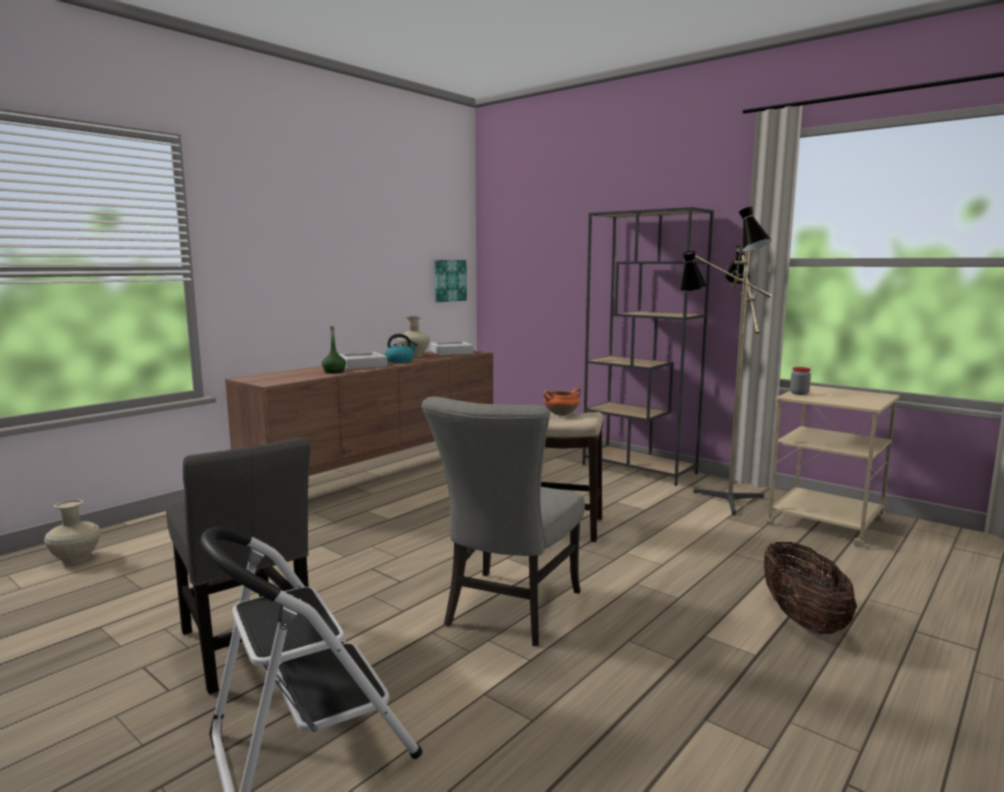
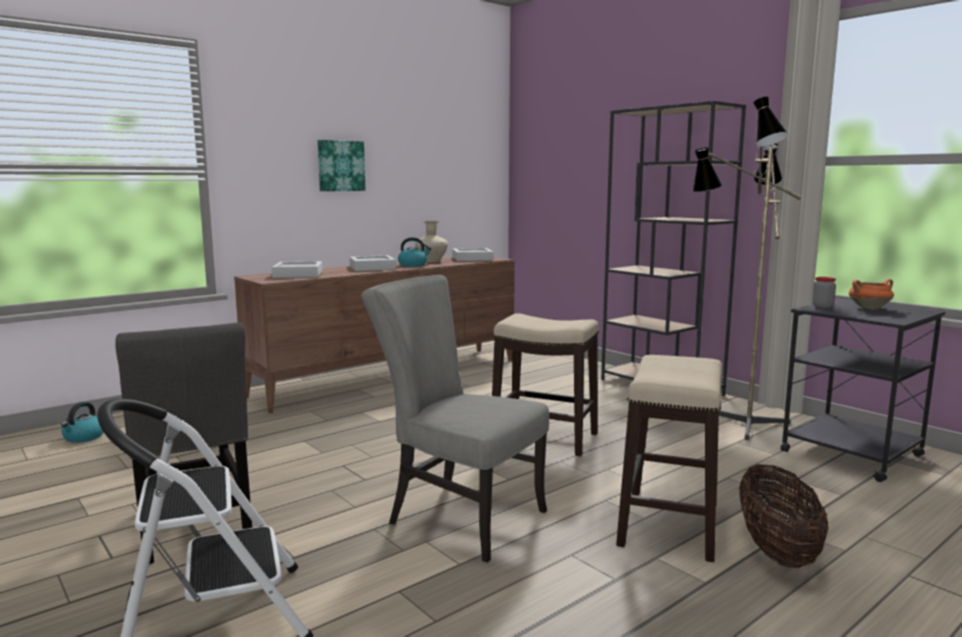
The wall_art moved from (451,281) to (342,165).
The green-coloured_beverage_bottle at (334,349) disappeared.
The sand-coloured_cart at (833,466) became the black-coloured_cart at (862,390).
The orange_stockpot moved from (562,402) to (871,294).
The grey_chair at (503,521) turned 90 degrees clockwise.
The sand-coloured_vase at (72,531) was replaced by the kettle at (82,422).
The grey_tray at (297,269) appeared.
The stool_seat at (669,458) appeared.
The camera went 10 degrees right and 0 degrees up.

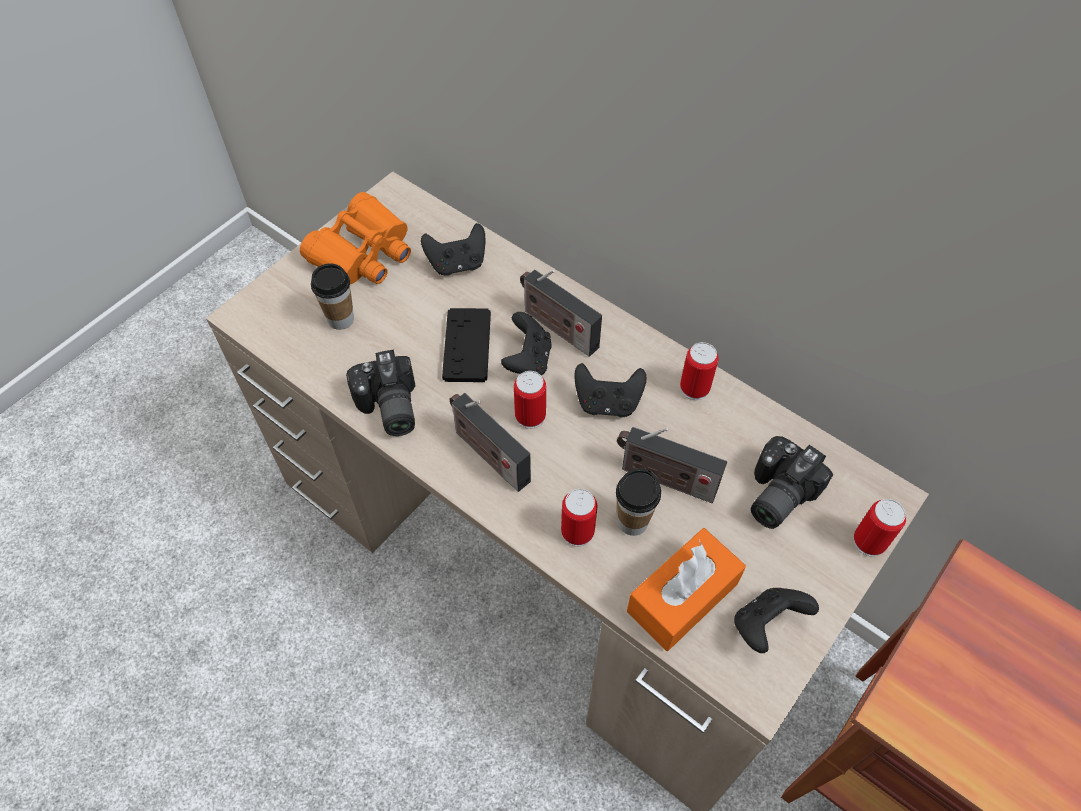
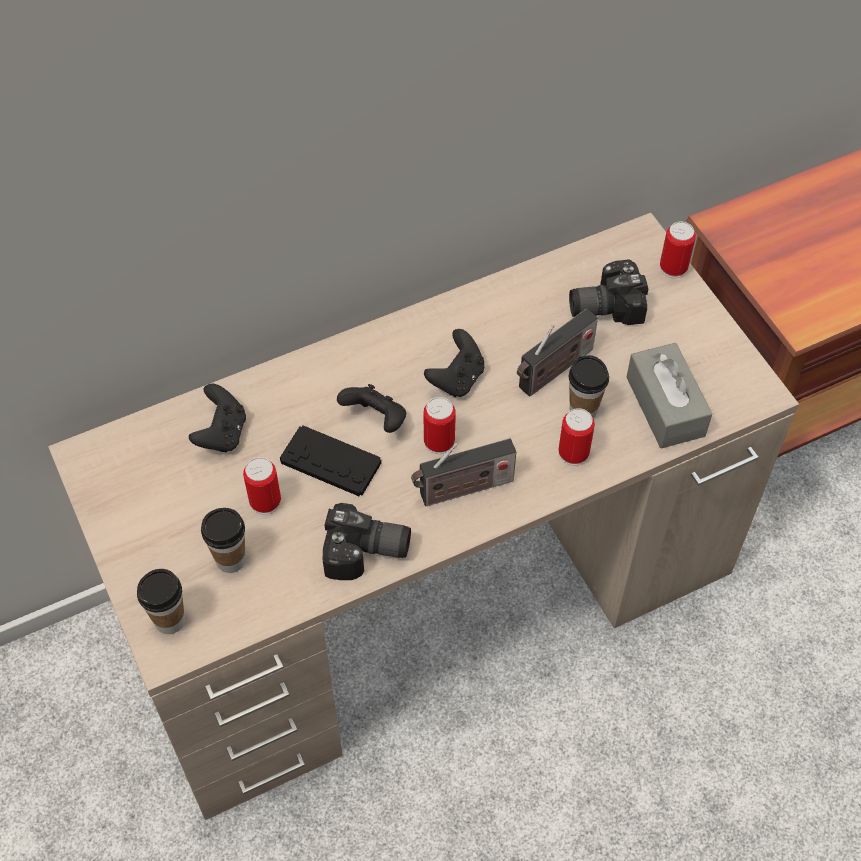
The orange_pair_of_binoculars at (355,238) disappeared.
The radio_set at (561,313) disappeared.
The sealed_can moved from (699,371) to (262,486).
The still_camera at (792,482) turned 105 degrees clockwise.
The orange_tissue_holder at (686,589) became the grey_tissue_holder at (669,396).
The black-coloured_gamepad at (776,620) disappeared.
The cup at (161,601) appeared.
The camera went 65 degrees left and 0 degrees up.

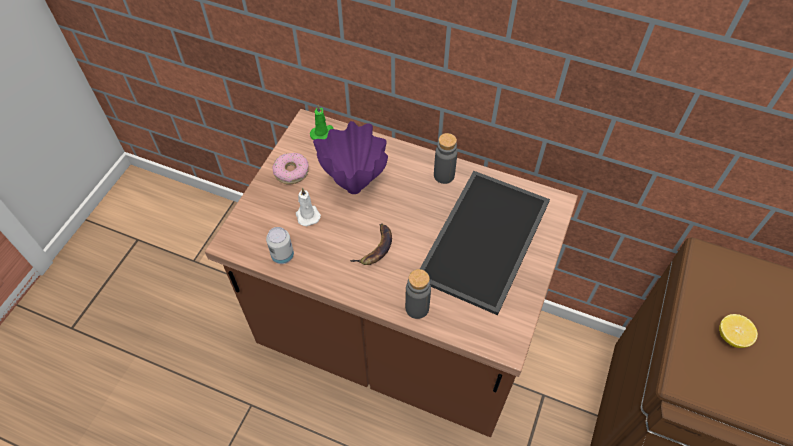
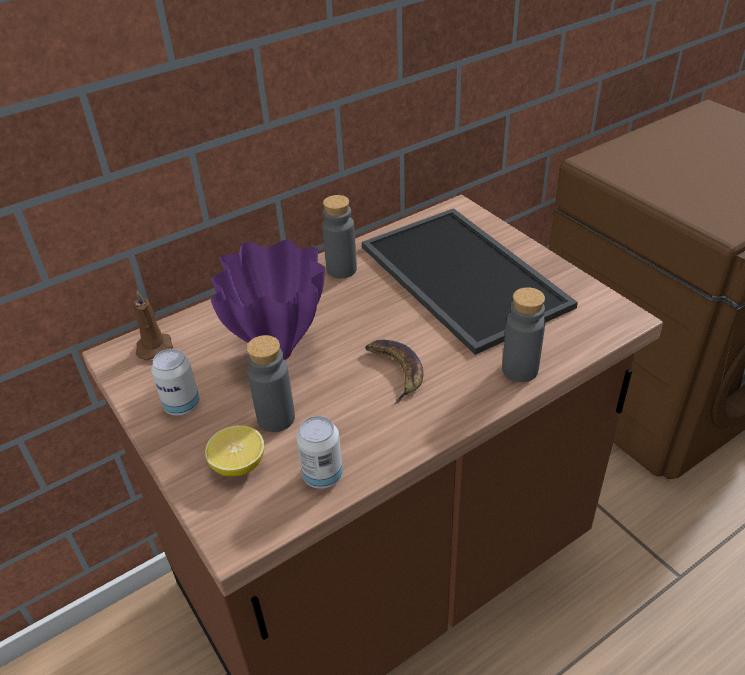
The green-coloured_wax_candle at (322,122) became the brown_wax_candle at (153,325).
The doughnut at (291,169) was replaced by the sealed_can at (175,382).
The white_wax_candle at (308,207) was replaced by the grey_beverage_bottle at (270,383).
The citrus_fruit moved from (738,331) to (234,450).
The camera went 55 degrees left and 15 degrees down.

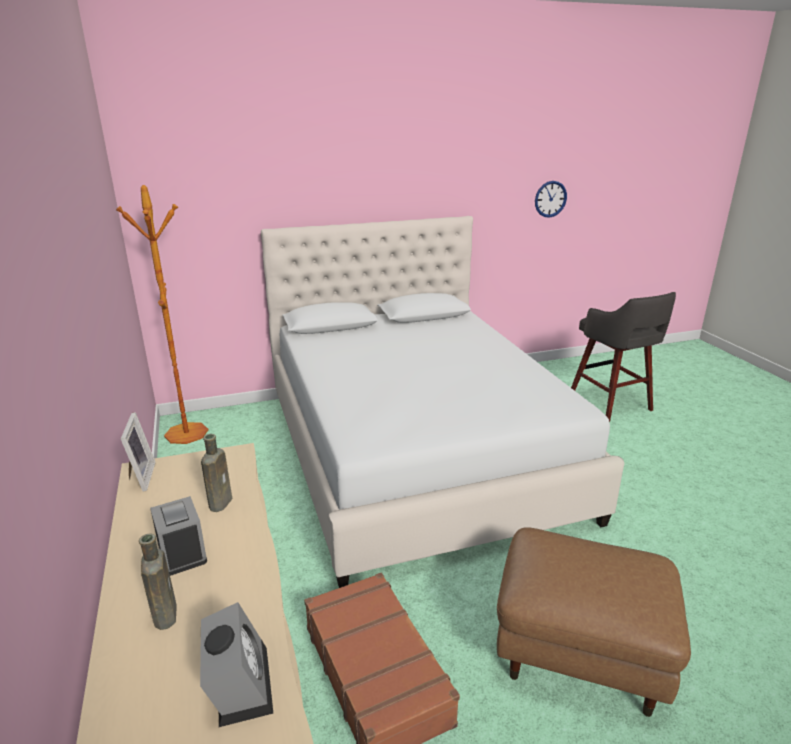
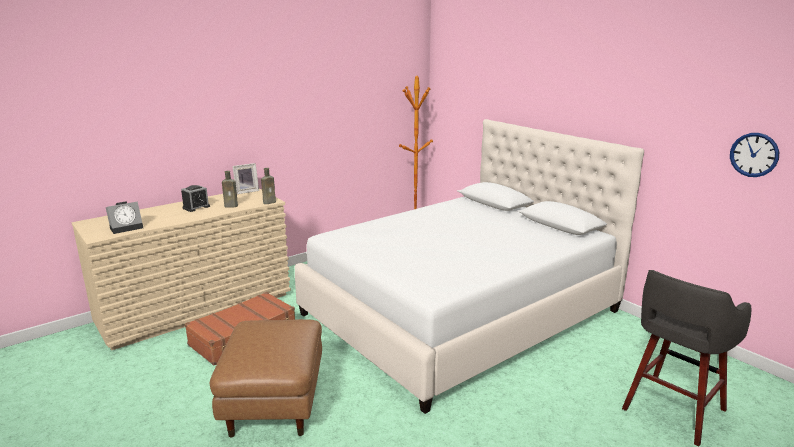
The brown_beverage_bottle moved from (157,582) to (268,186).
The camera went 70 degrees right and 5 degrees down.

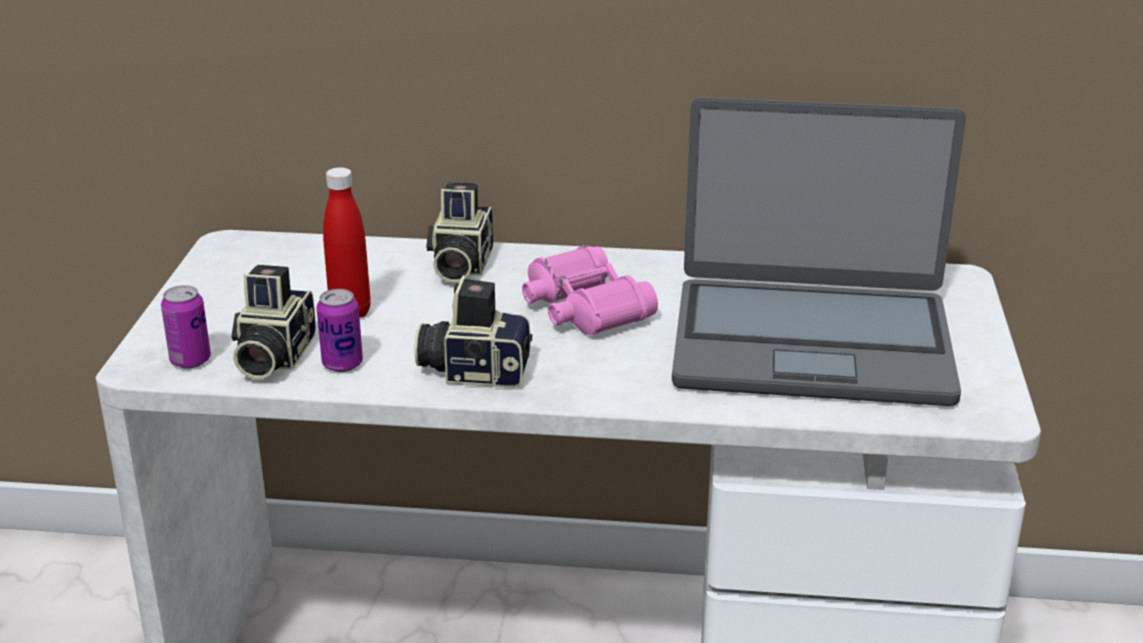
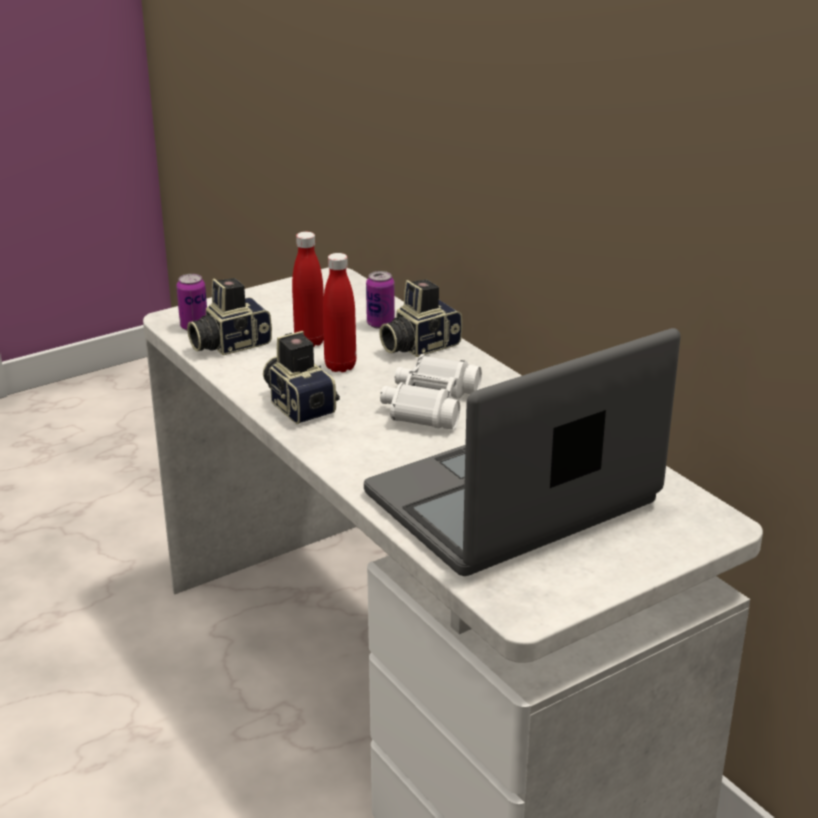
The notebook_computer at (819,251) turned 90 degrees clockwise.
The pink_pair_of_binoculars at (590,290) became the white_pair_of_binoculars at (431,391).
The sealed_can moved from (340,330) to (380,300).
The red_beverage_bottle at (339,312) appeared.
The camera went 50 degrees right and 0 degrees up.

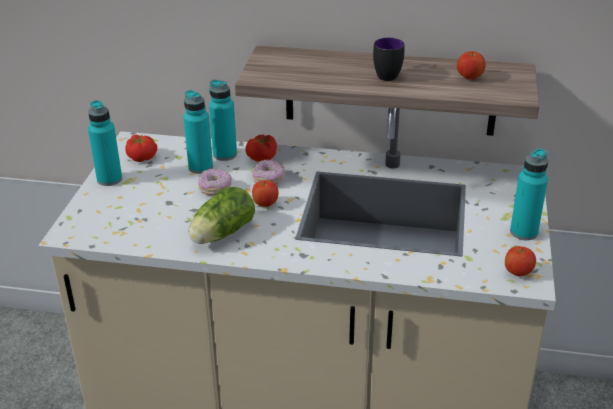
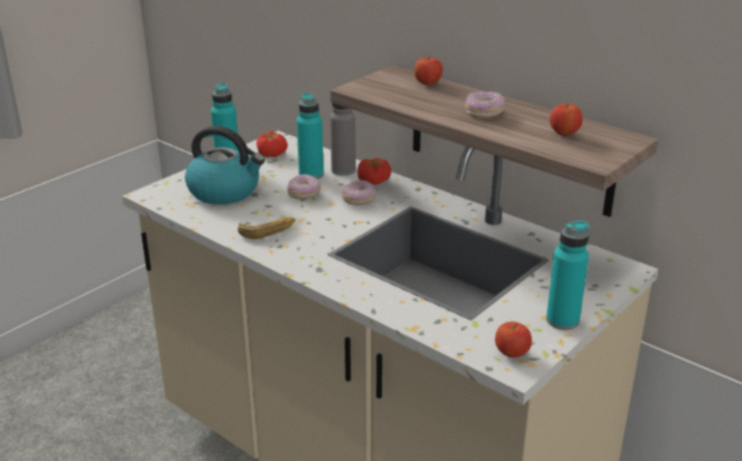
The coffee_mug at (388,59) was replaced by the doughnut at (485,105).
The turquoise_beverage_bottle at (223,120) became the grey_beverage_bottle at (343,139).
The apple_fruit moved from (265,193) to (428,71).
The head_of_lettuce at (221,215) was replaced by the whole_banana at (266,228).
The kettle at (225,165) appeared.
The camera went 30 degrees right and 5 degrees down.

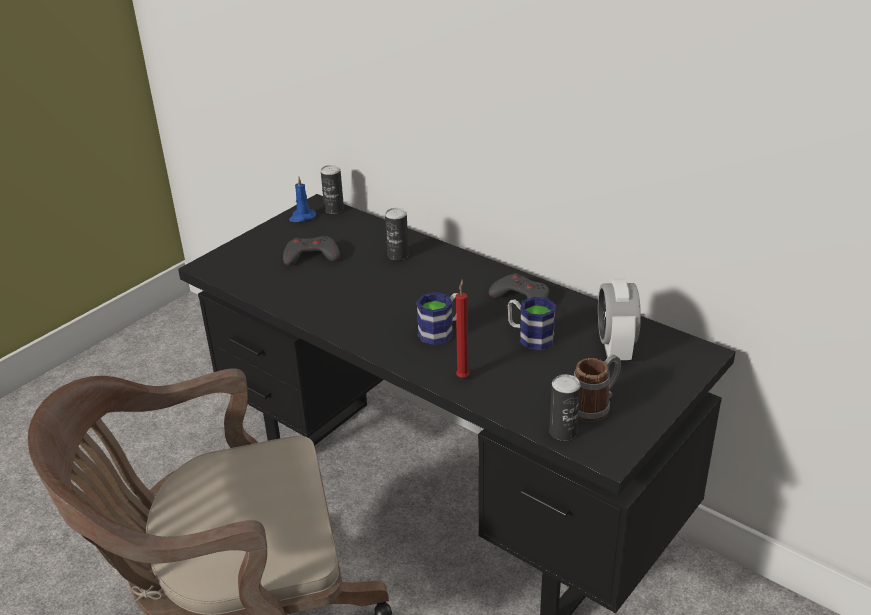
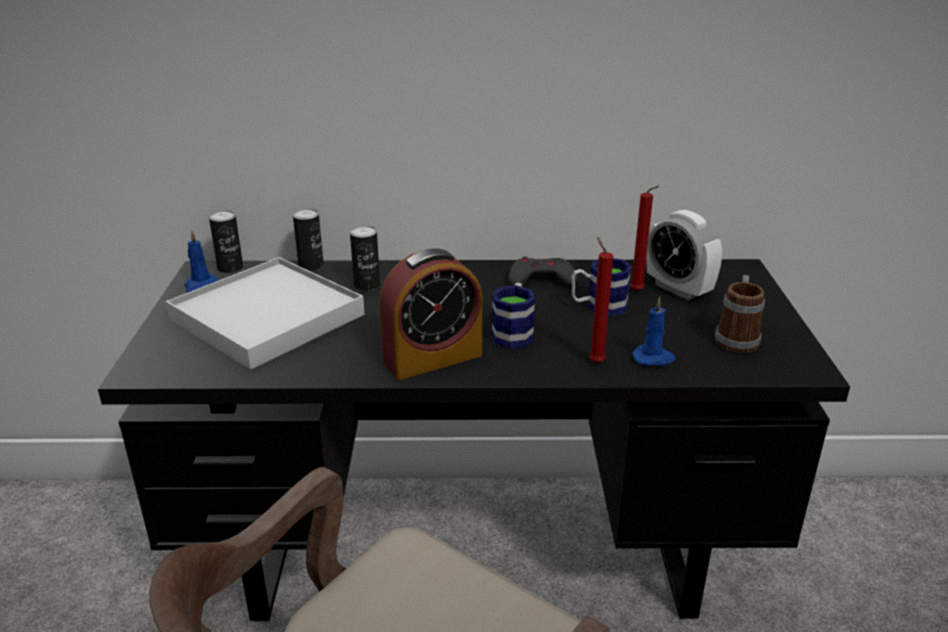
The grey_gamepad at (311,251) was replaced by the white_tray at (265,313).
The sealed_can moved from (565,407) to (308,239).
The red_wax_candle at (645,238) appeared.
The table_clock at (430,314) appeared.
The blue_wax_candle at (653,331) appeared.
The camera went 40 degrees left and 5 degrees down.

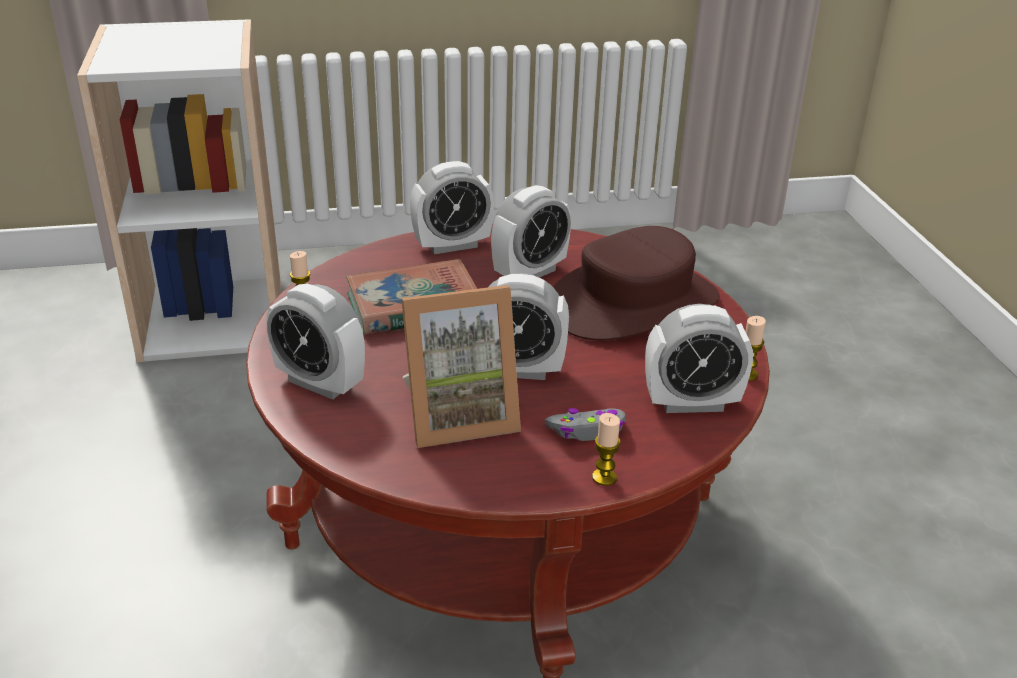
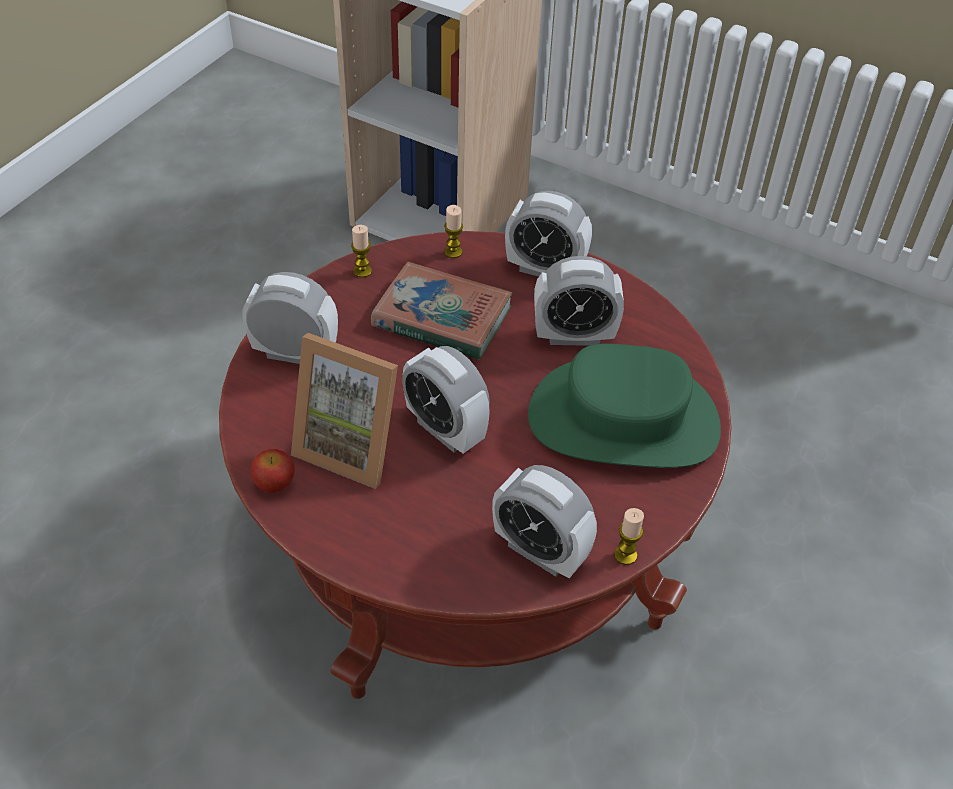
The brown_hat at (636,283) became the green-coloured_hat at (624,406).
The table_clock at (315,341) turned 120 degrees clockwise.
The grey_gamepad at (585,424) disappeared.
The wax_candle moved from (606,449) to (453,231).
The apple_fruit at (273,471) appeared.
The camera went 40 degrees right and 15 degrees up.

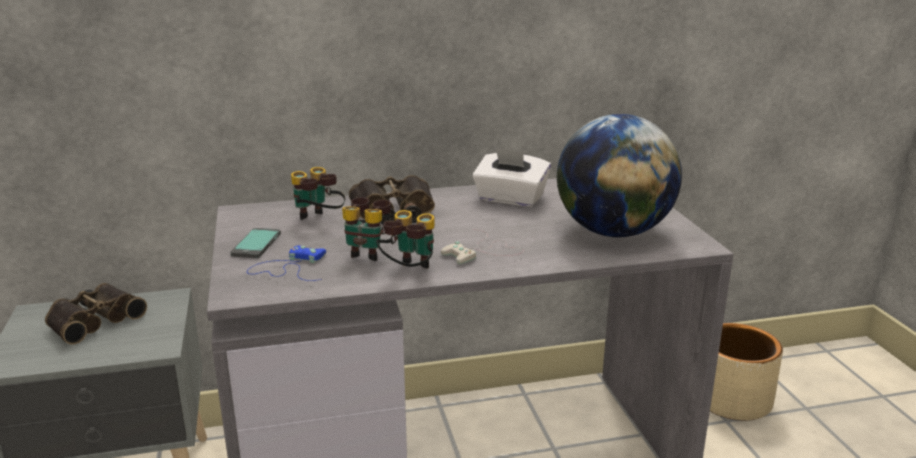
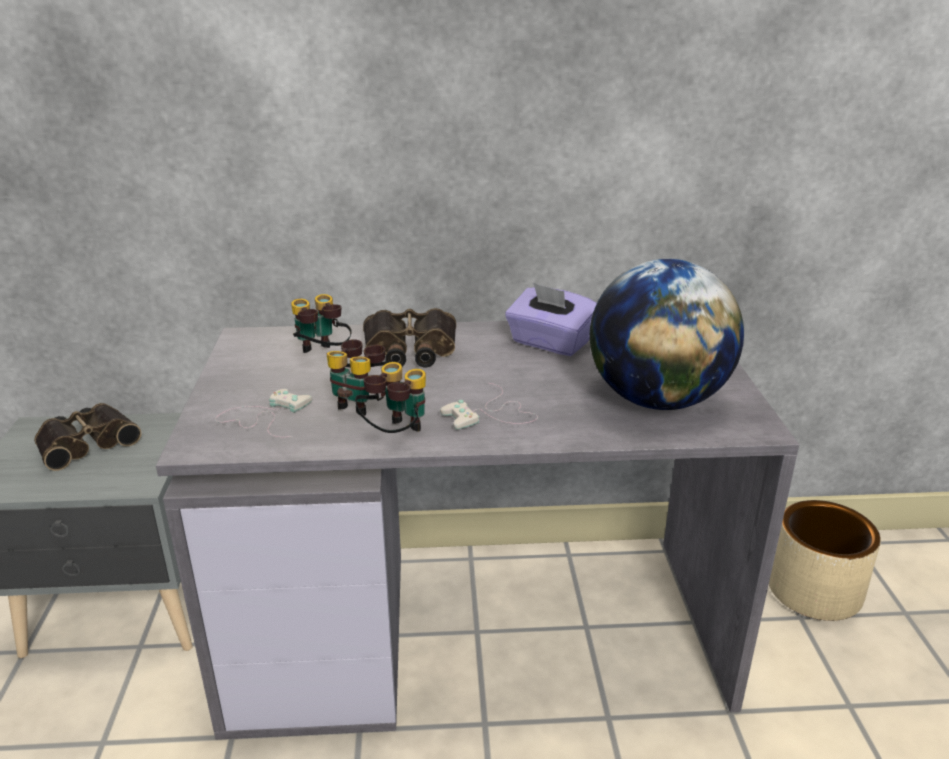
The white_tissue_holder at (512,177) became the purple-coloured_tissue_holder at (551,319).
The handset at (255,243) disappeared.
The blue_gamepad at (286,263) became the white_gamepad at (263,413).
The camera went 10 degrees right and 5 degrees up.

